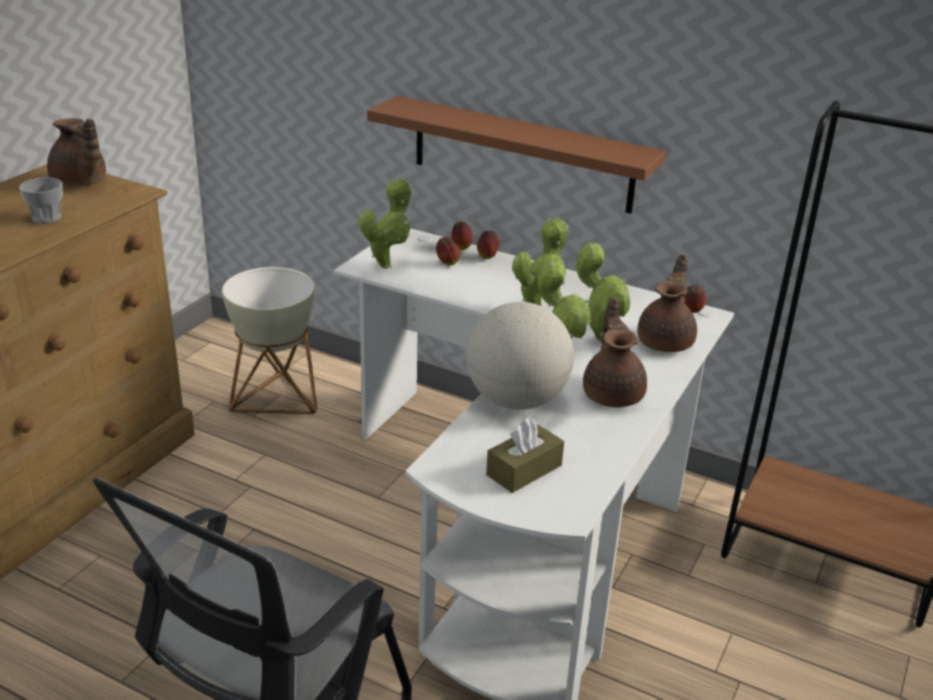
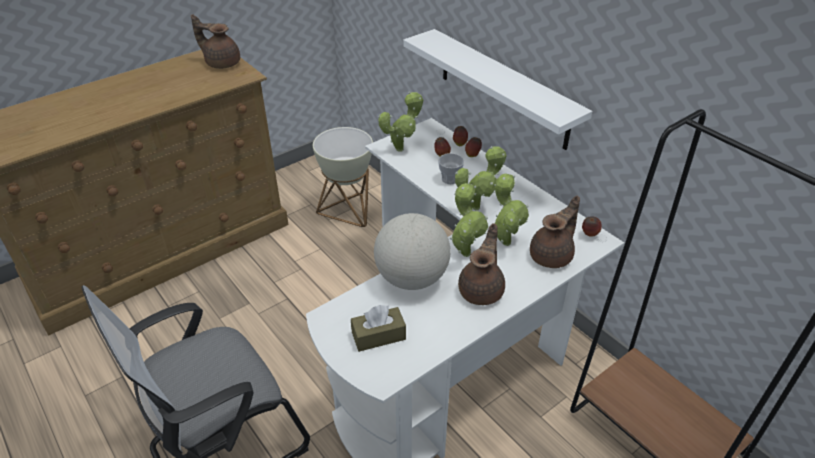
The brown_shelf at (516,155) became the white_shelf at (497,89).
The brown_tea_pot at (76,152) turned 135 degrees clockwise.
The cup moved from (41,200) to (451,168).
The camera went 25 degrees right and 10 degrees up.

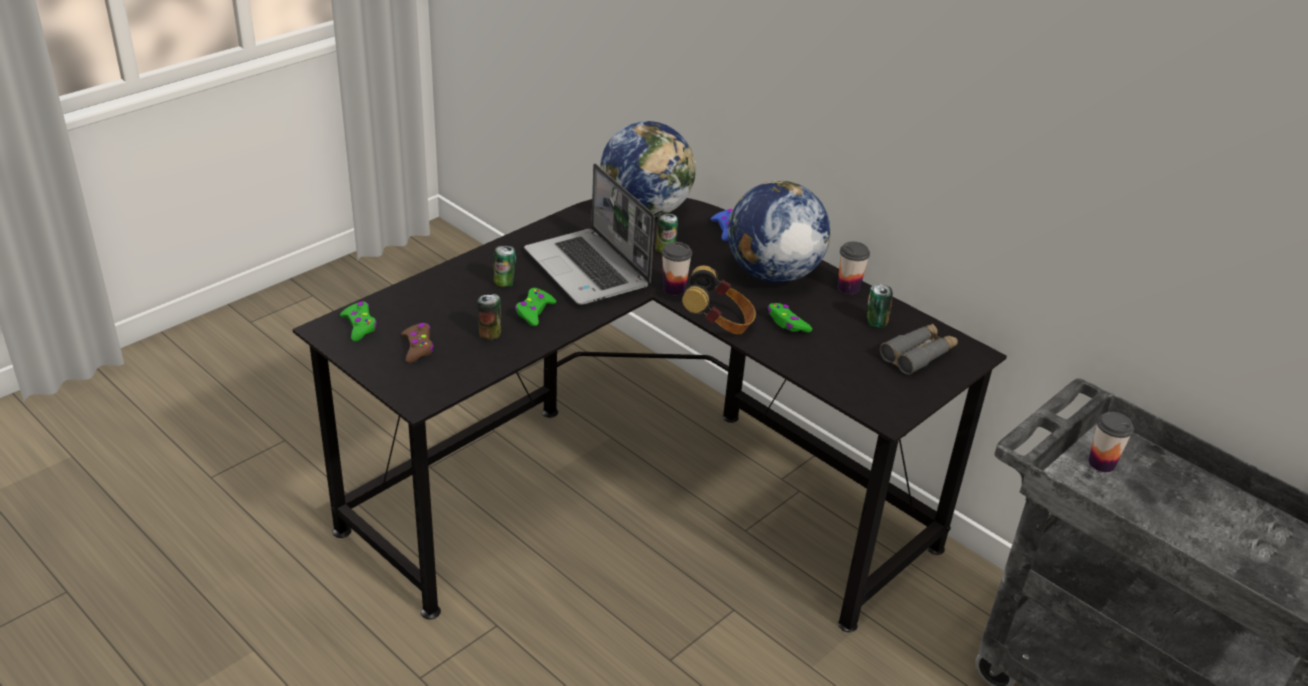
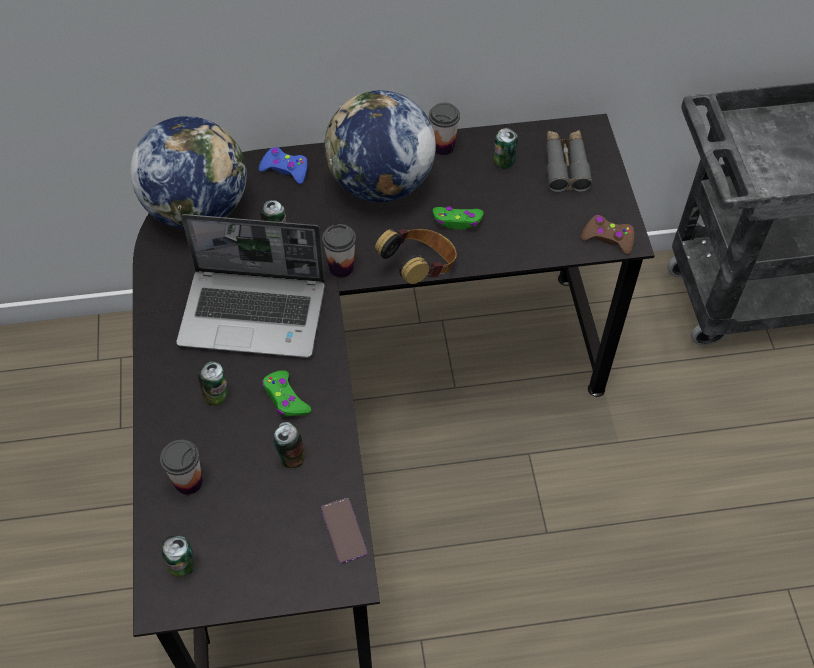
The green-coloured_gamepad at (358,322) was replaced by the sealed_can at (178,556).
The brown_gamepad moved from (417,343) to (607,235).
The cup moved from (1111,442) to (181,467).
The handset at (344,530) appeared.
The camera went 50 degrees left and 20 degrees up.

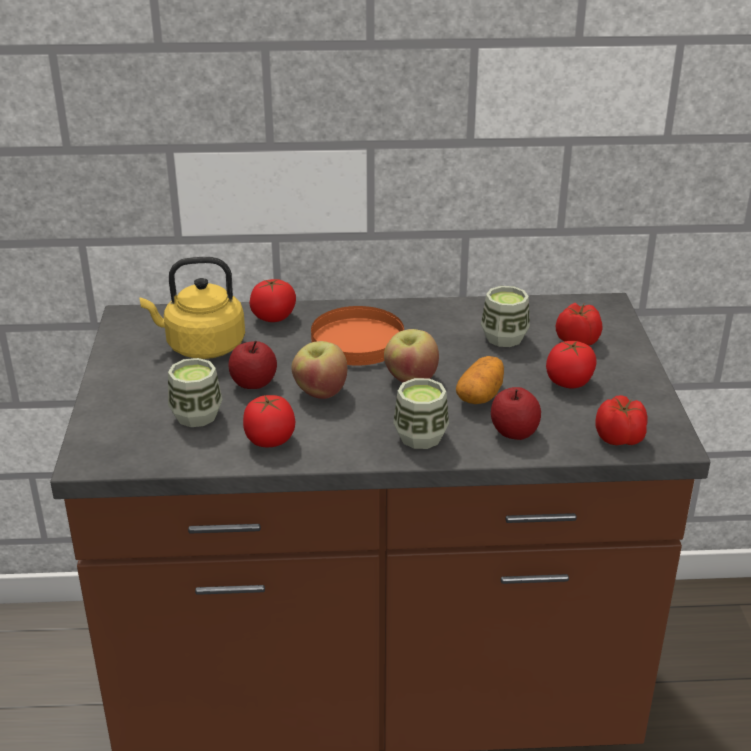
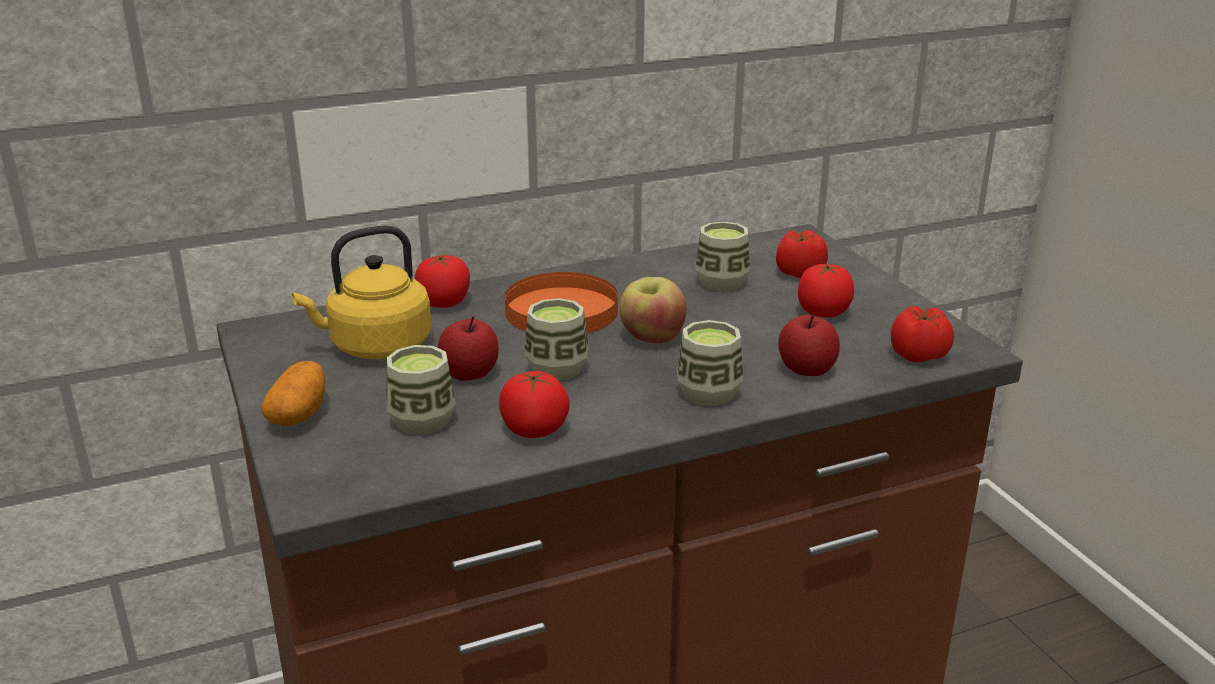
The apple_fruit at (319,370) was replaced by the cup at (556,339).
The spud moved from (480,380) to (293,393).
The camera went 20 degrees left and 5 degrees down.

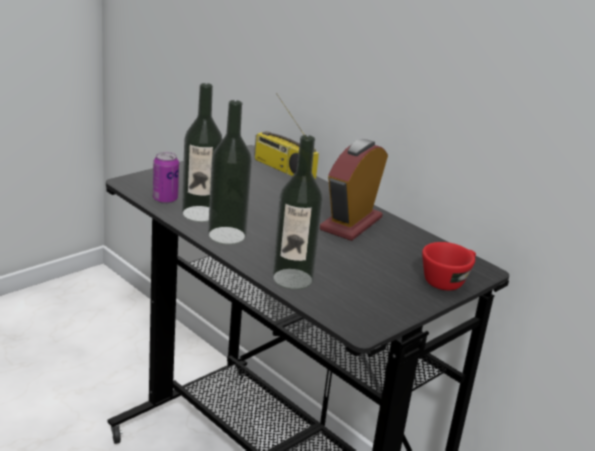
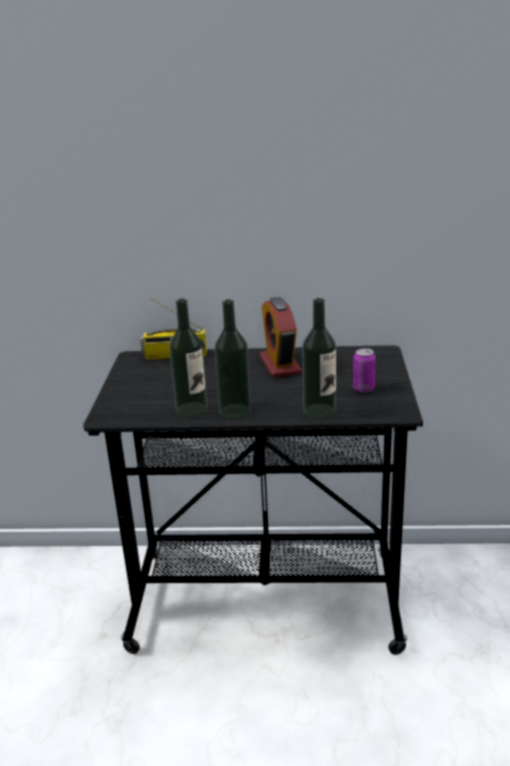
The sealed_can moved from (166,178) to (364,370).
The red_cup at (449,266) disappeared.
The camera went 40 degrees left and 0 degrees up.

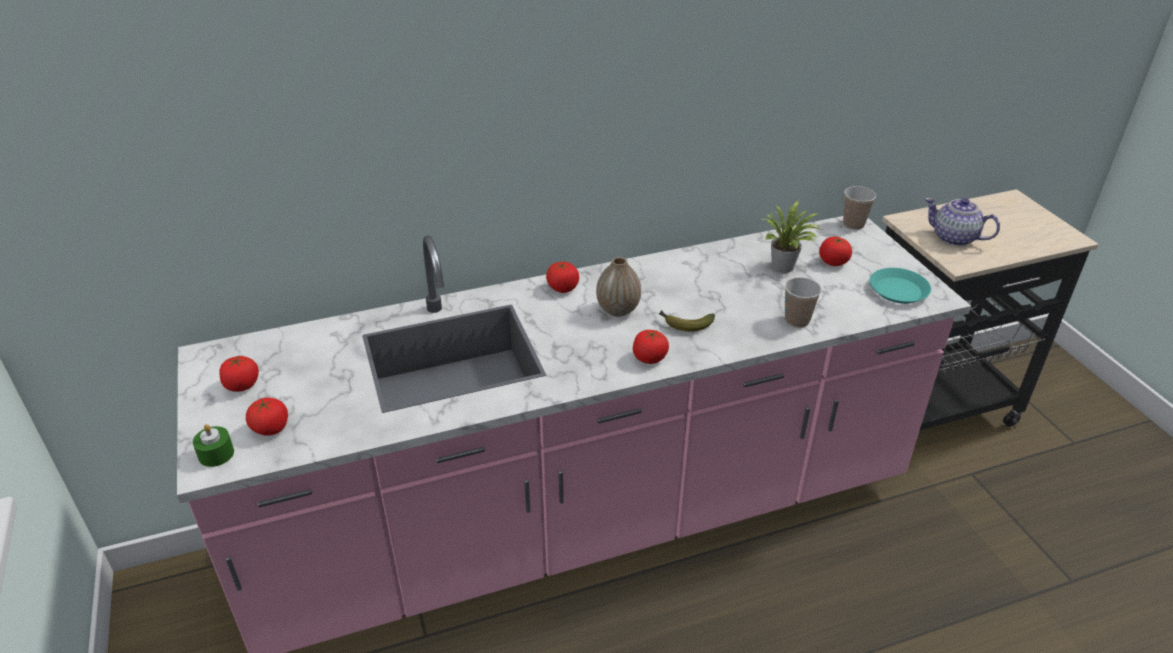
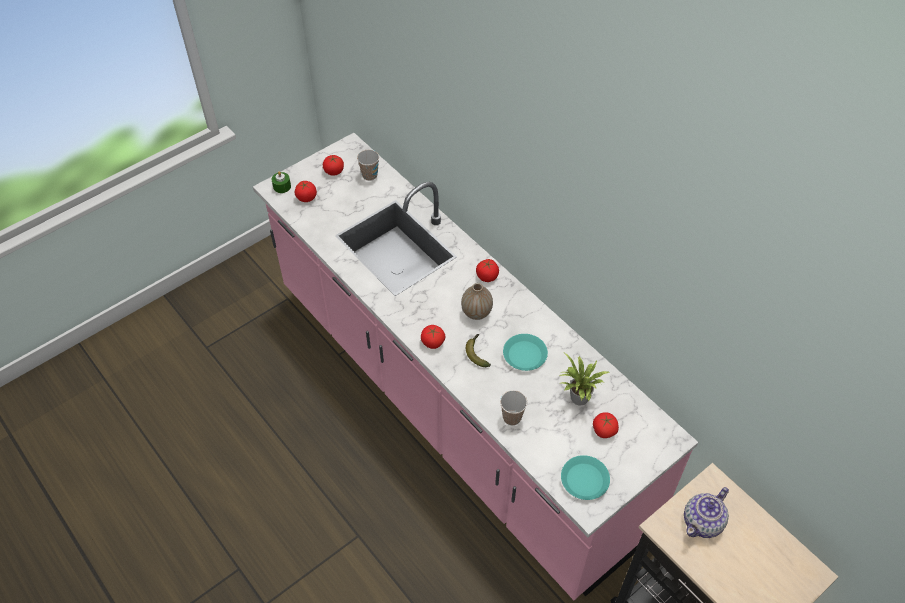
The cup moved from (859,208) to (368,165).
The tea_pot at (962,222) turned 150 degrees counterclockwise.
The turquoise_dinner_plate at (525,352) appeared.
The camera went 70 degrees right and 15 degrees up.

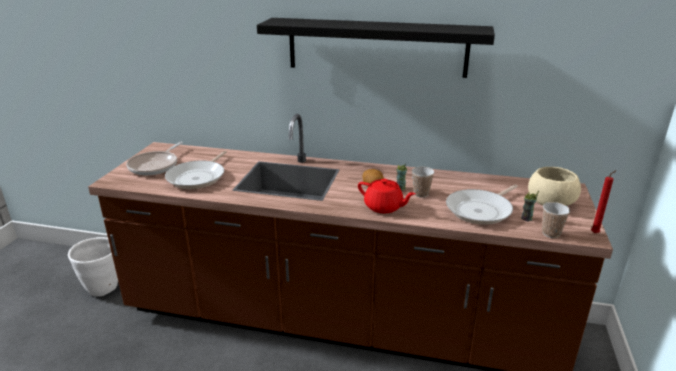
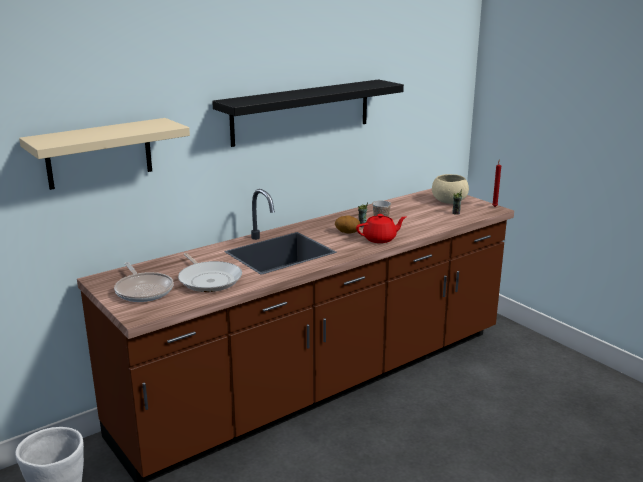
The frying_pan at (482,205) disappeared.
The cup at (556,220) disappeared.
The sand-coloured_shelf at (104,154) appeared.
The camera went 50 degrees left and 5 degrees down.

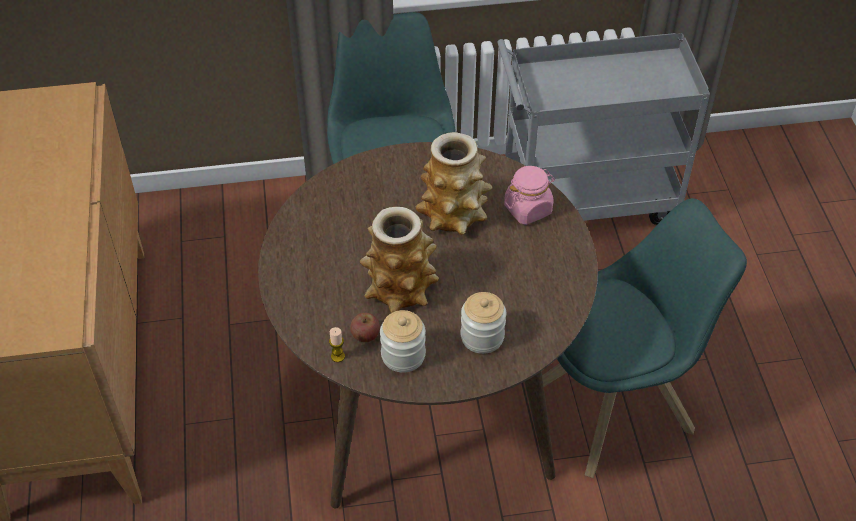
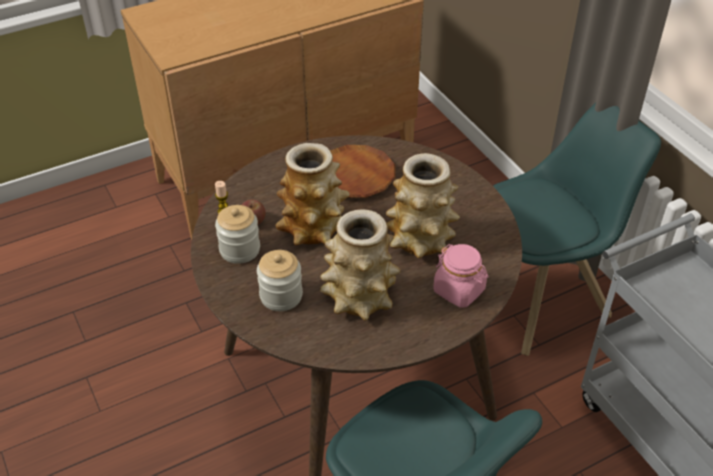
The brown_dinner_plate at (362,171) appeared.
The vase at (360,265) appeared.
The camera went 70 degrees right and 5 degrees down.

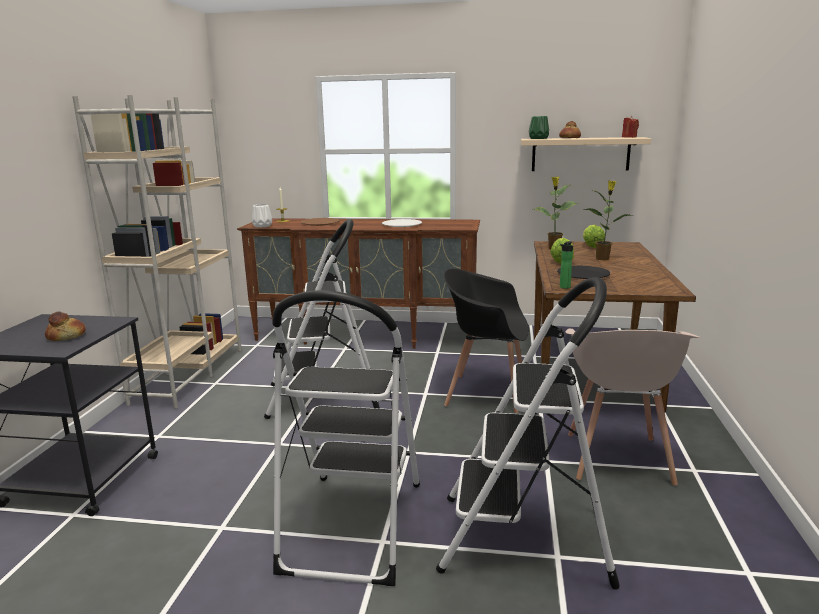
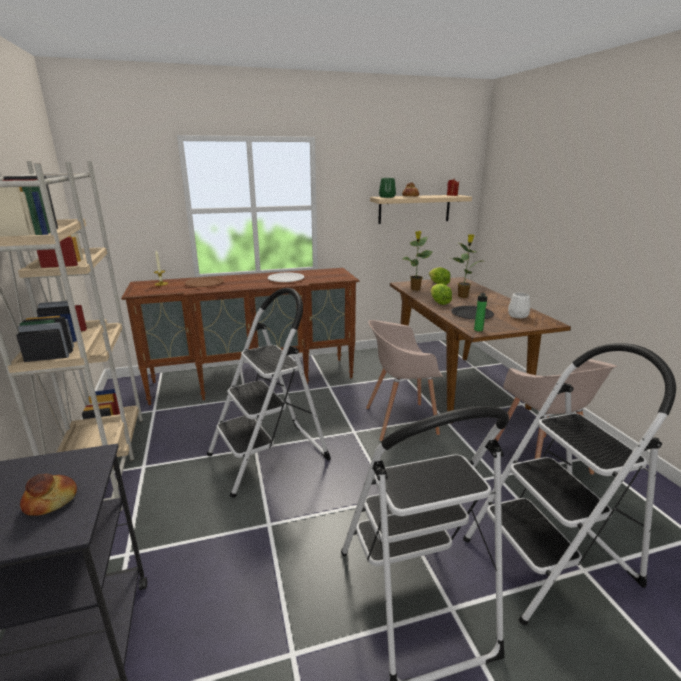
The white_vase moved from (262,215) to (519,305).
The black-coloured_chair at (486,341) became the sand-coloured_chair at (404,380).
The camera went 25 degrees left and 5 degrees up.

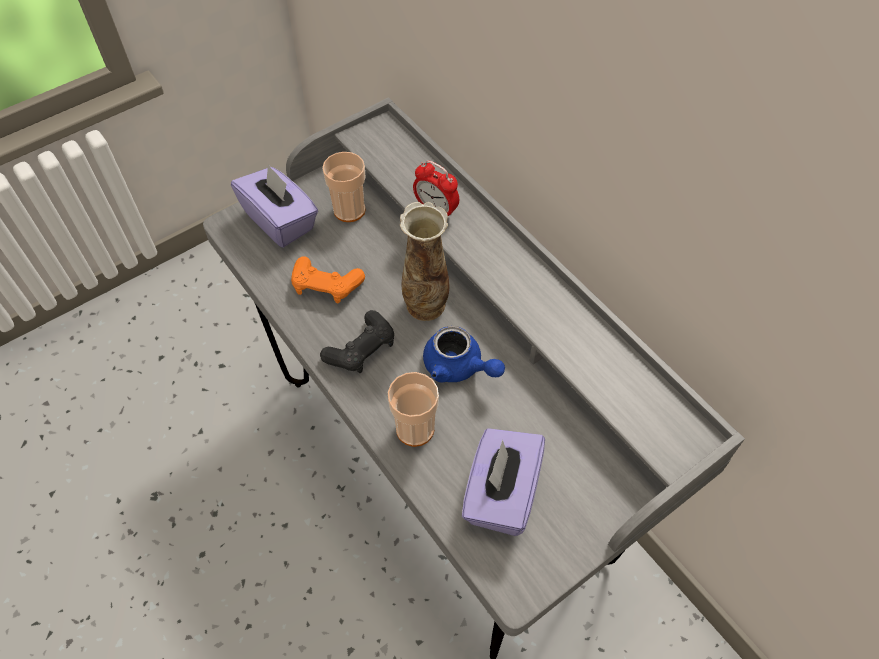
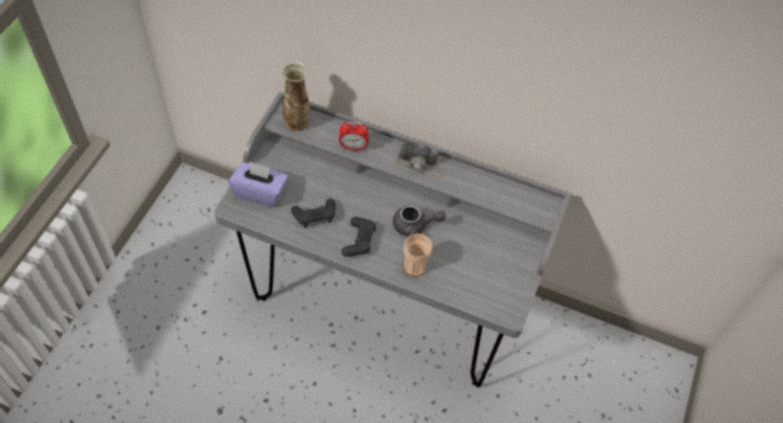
The cup at (344,187) disappeared.
The vase moved from (424,261) to (295,96).
The orange_gamepad at (328,280) became the black-coloured_gamepad at (313,213).
The blue_tea_pot at (464,354) became the grey_tea_pot at (419,220).
The purple-coloured_tissue_holder at (503,482) disappeared.
The still_camera at (420,160) appeared.
The camera went 35 degrees left and 0 degrees up.

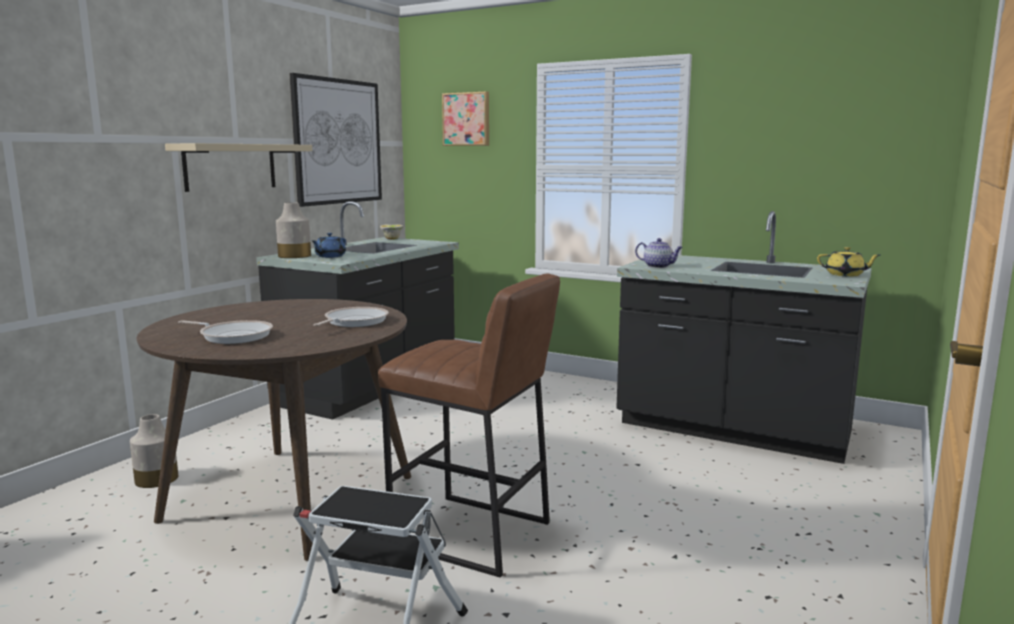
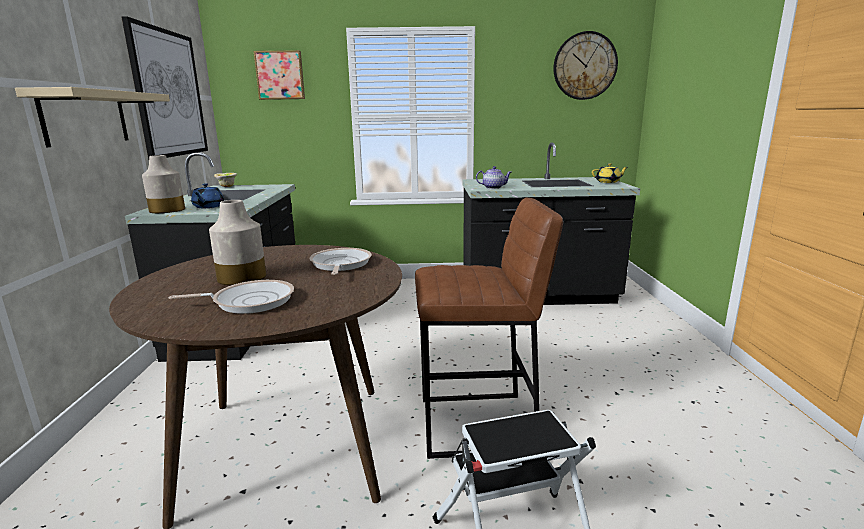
The sand-coloured_vase moved from (154,451) to (237,242).
The clock_on_the_wall at (585,65) appeared.
The camera went 30 degrees left and 5 degrees up.

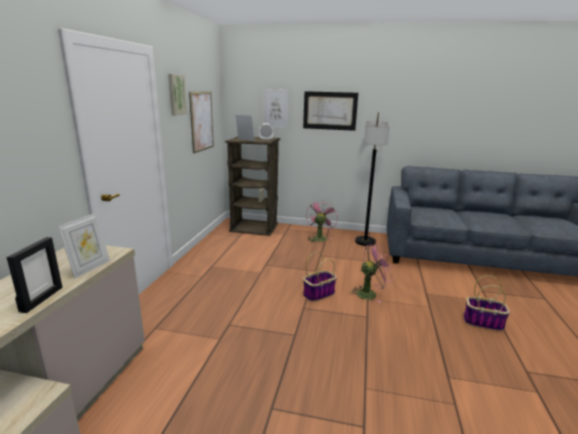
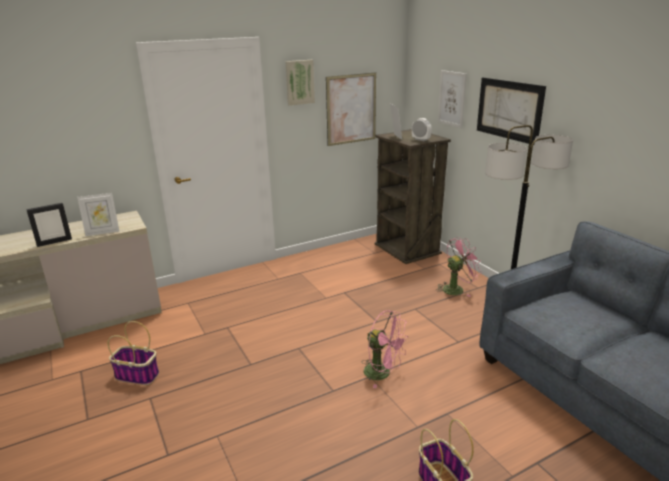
The basket moved from (320,277) to (133,353).
The camera went 50 degrees right and 5 degrees up.

